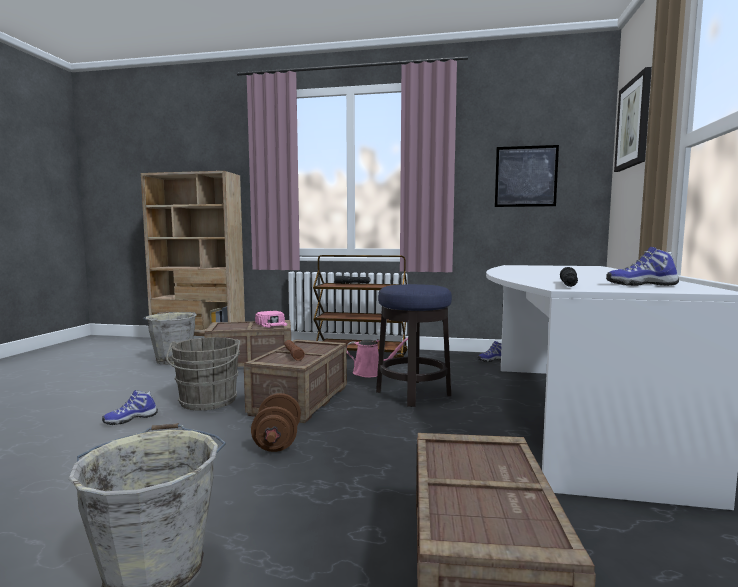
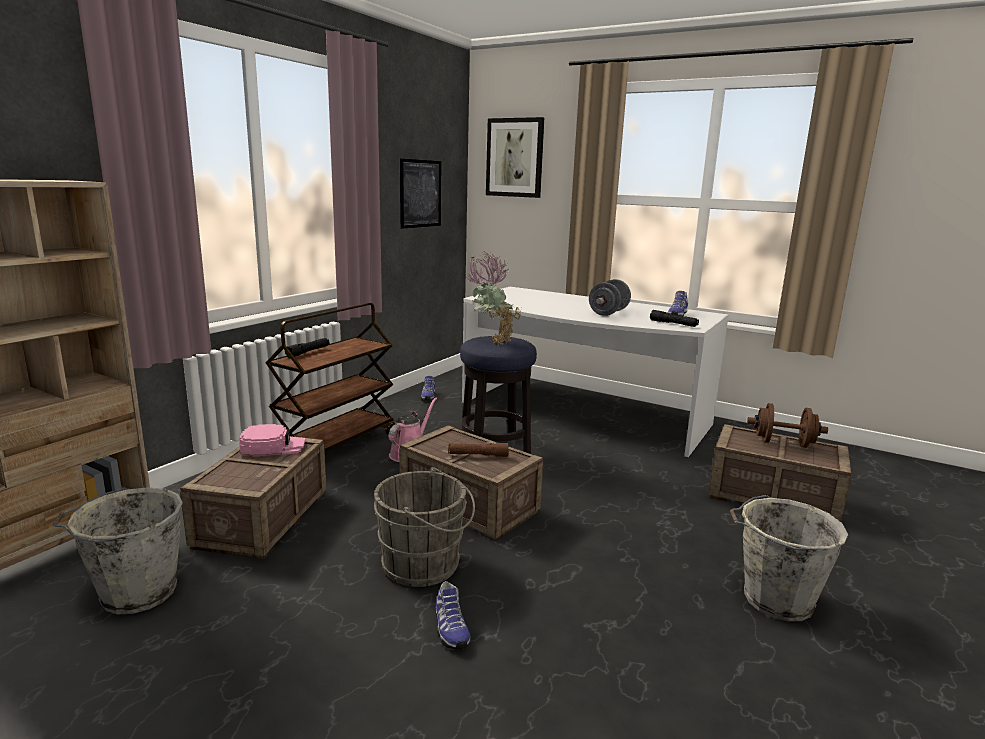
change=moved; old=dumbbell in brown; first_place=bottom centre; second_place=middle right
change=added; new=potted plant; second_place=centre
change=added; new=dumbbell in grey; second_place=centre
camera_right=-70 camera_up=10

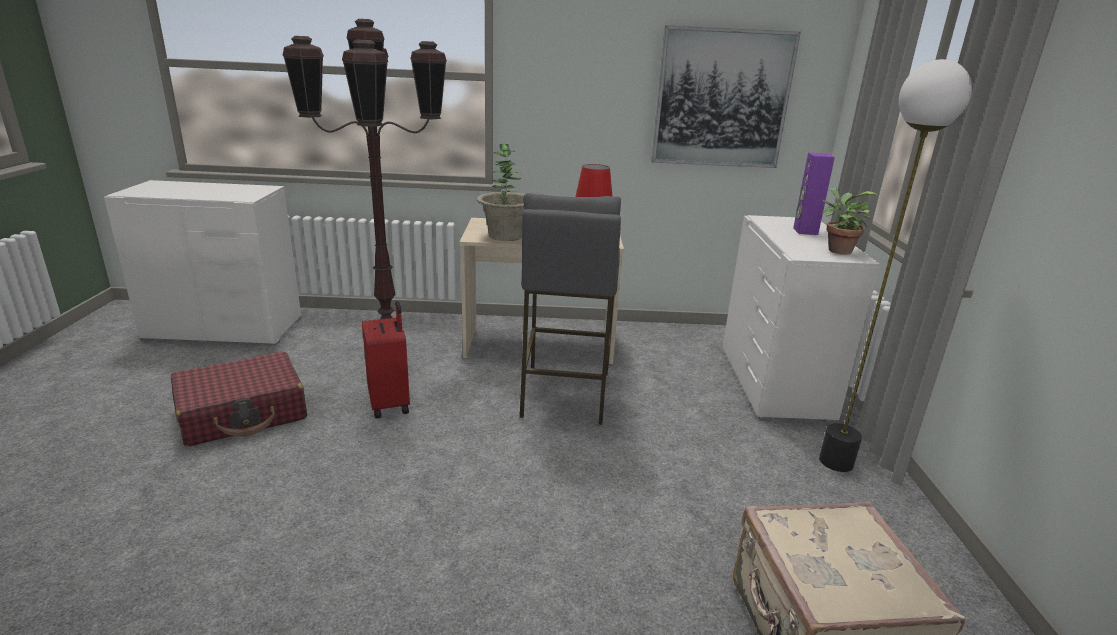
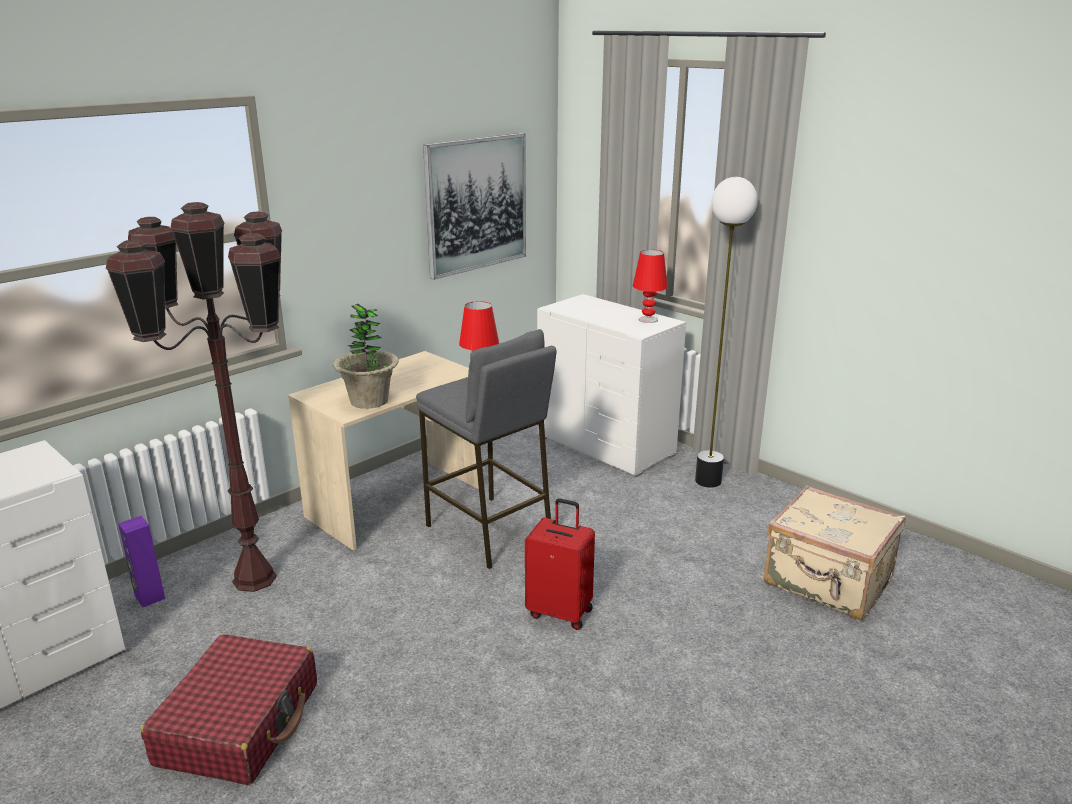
change=moved; old=speaker in purple; first_place=top right; second_place=bottom left
change=replaced; old=potted plant (2nd from left); new=table lamp in red (2nd from left); first_place=middle right; second_place=centre
change=moved; old=suitcase in red (2nd from left); first_place=centre; second_place=bottom centre
camera_right=-45 camera_up=0

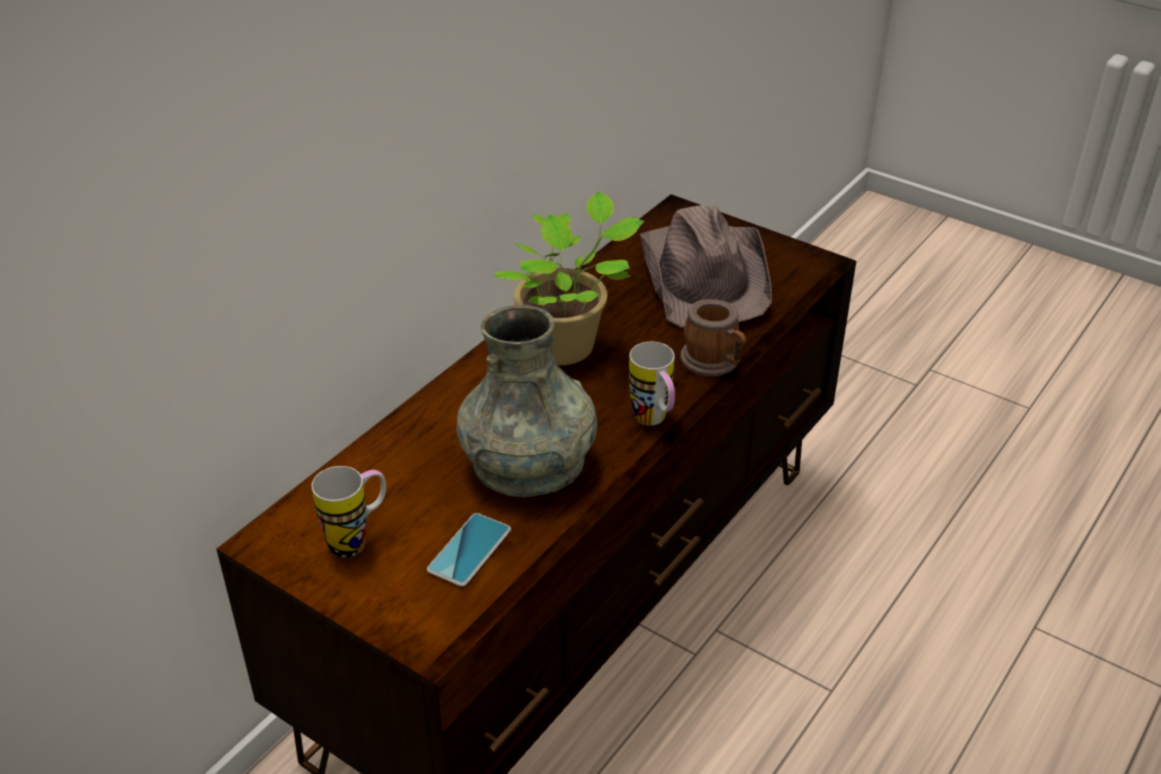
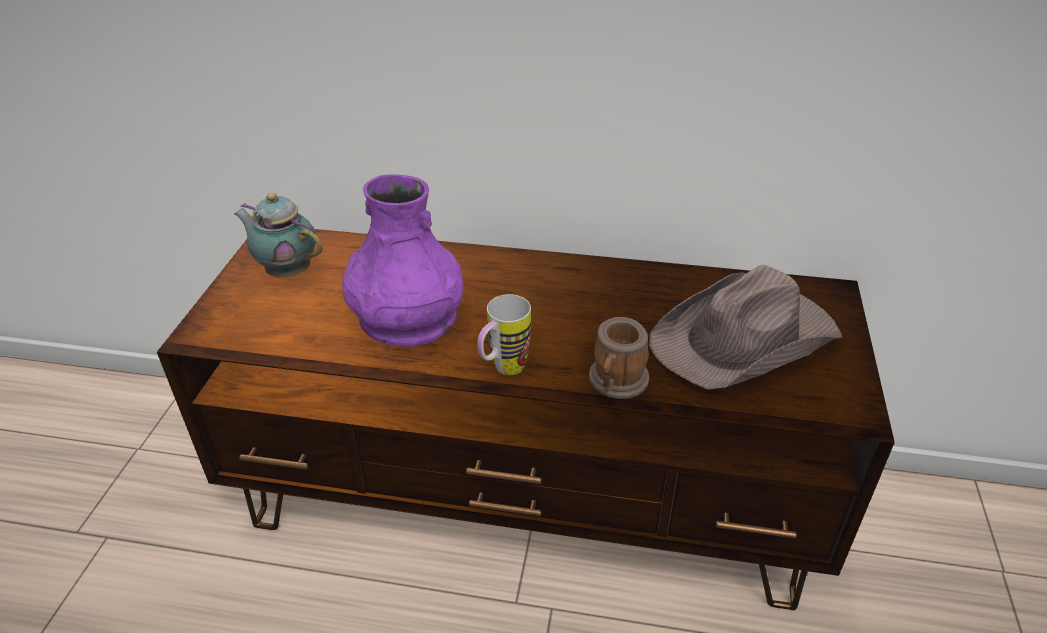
change=removed; old=potted plant; first_place=centre
change=recoloured; old=vase in grey; new=vase in purple; first_place=centre; second_place=centre
change=replaced; old=mug (1st from left); new=teapot; first_place=middle left; second_place=middle left
change=removed; old=phone; first_place=bottom centre
camera_right=65 camera_up=0

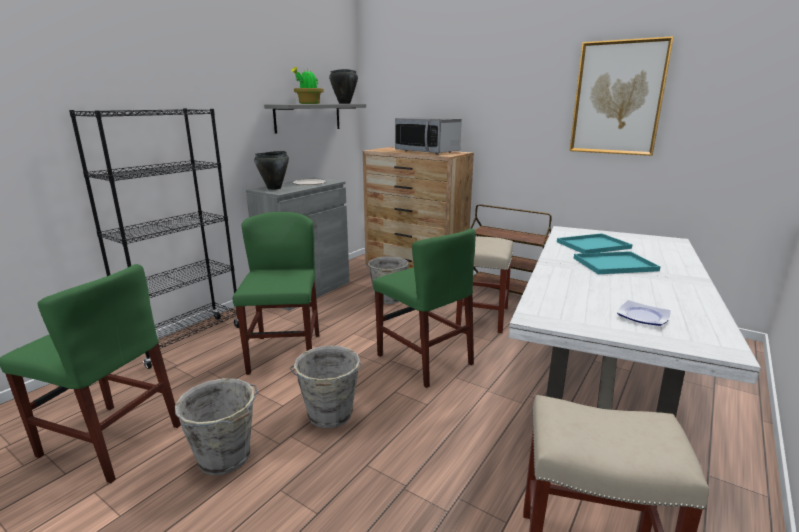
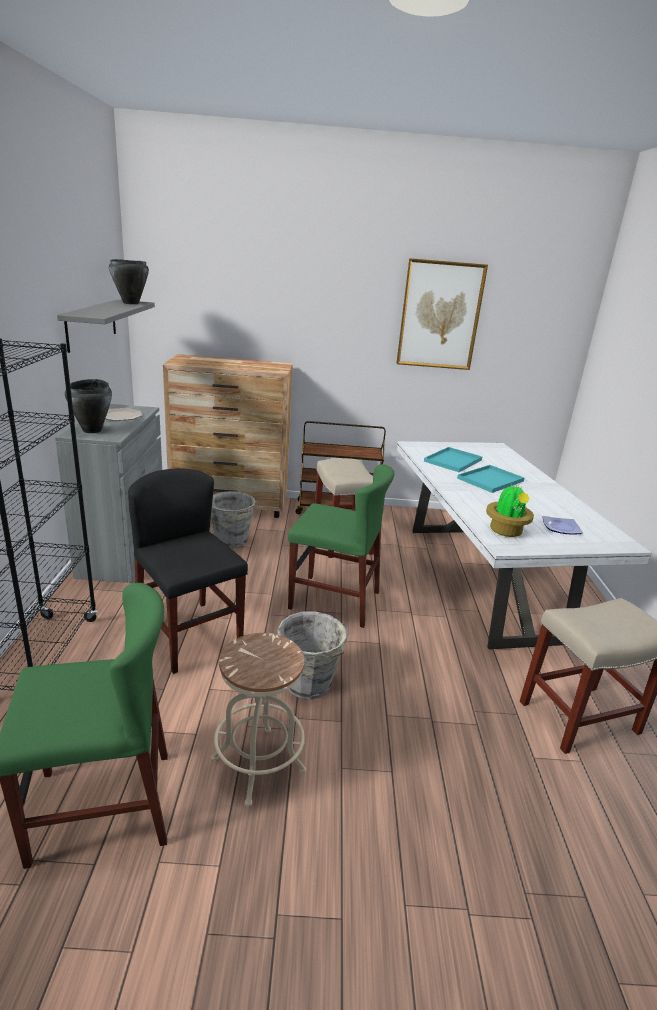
change=moved; old=potted plant; first_place=top centre; second_place=middle right
change=removed; old=microwave; first_place=top centre
change=recoloured; old=chair in green (2nd from left); new=chair in black; first_place=centre; second_place=middle left
change=replaced; old=bucket in grey (1st from left); new=stool in beige (1st from left); first_place=bottom left; second_place=bottom centre
camera_right=-35 camera_up=5

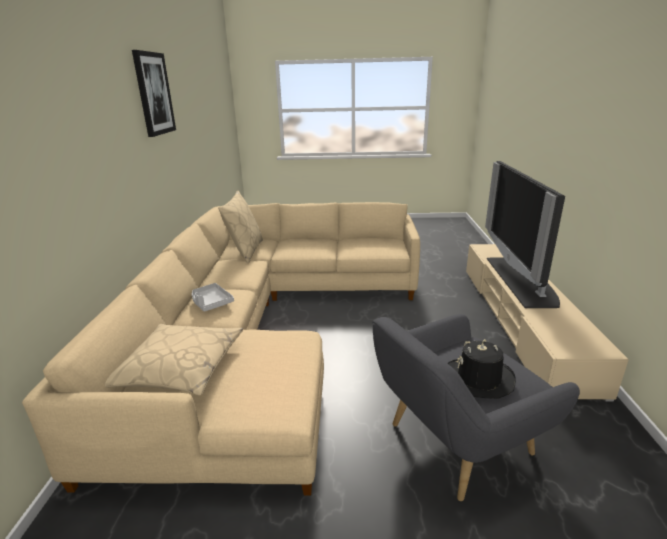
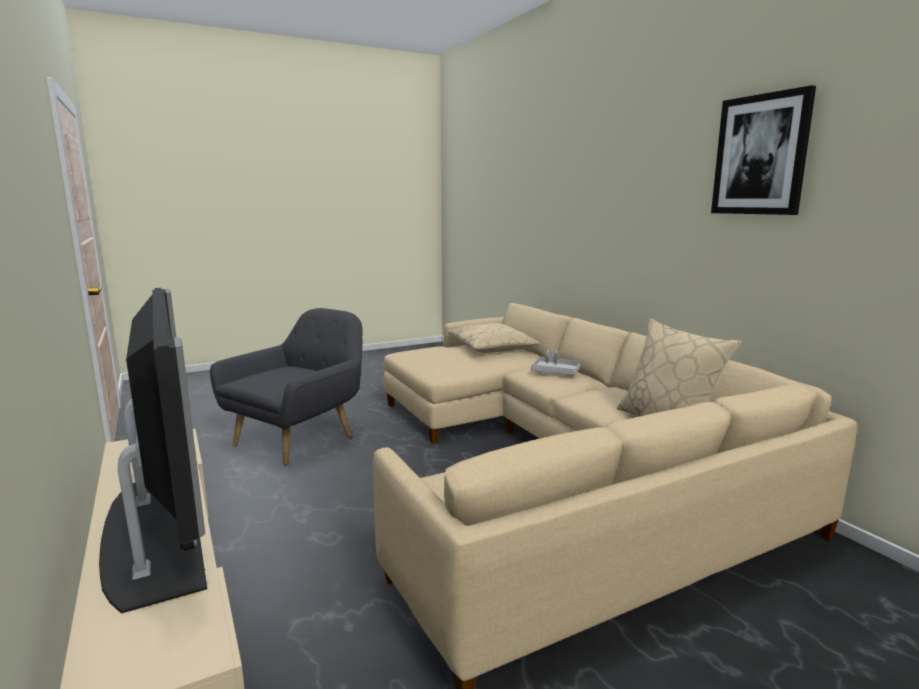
change=removed; old=hat in black; first_place=bottom right
camera_right=150 camera_up=-10

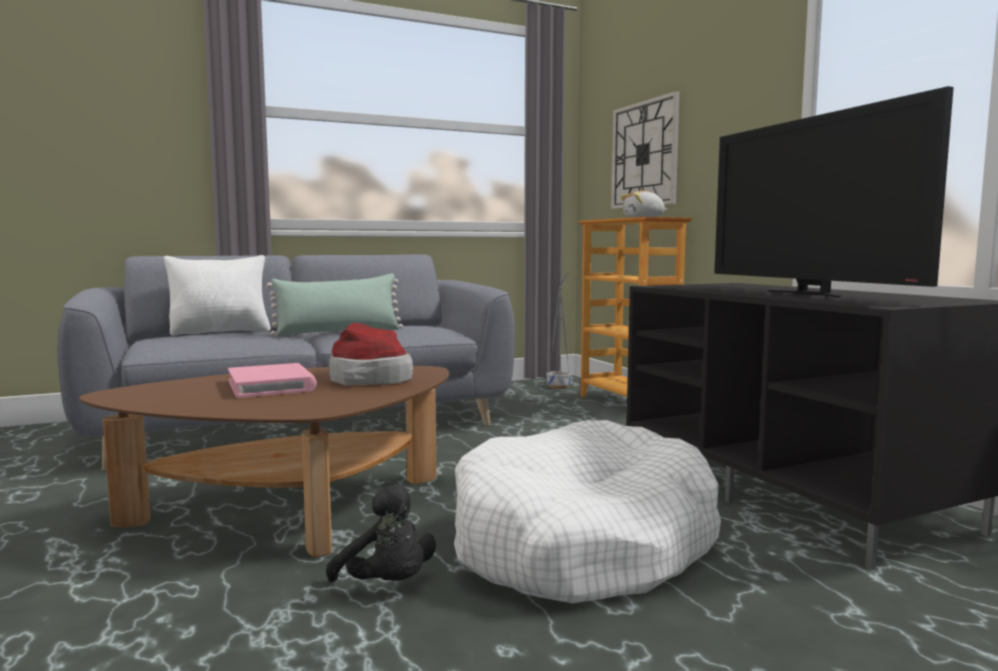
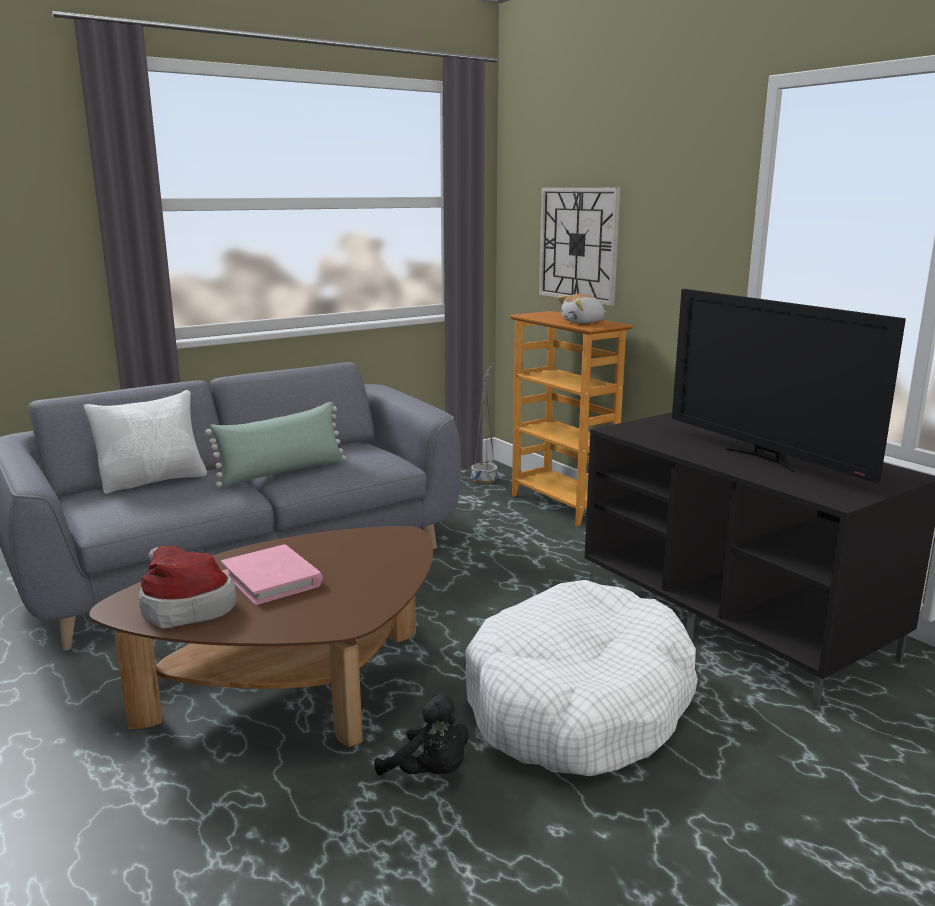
change=moved; old=hat; first_place=centre; second_place=middle left
camera_right=-10 camera_up=10

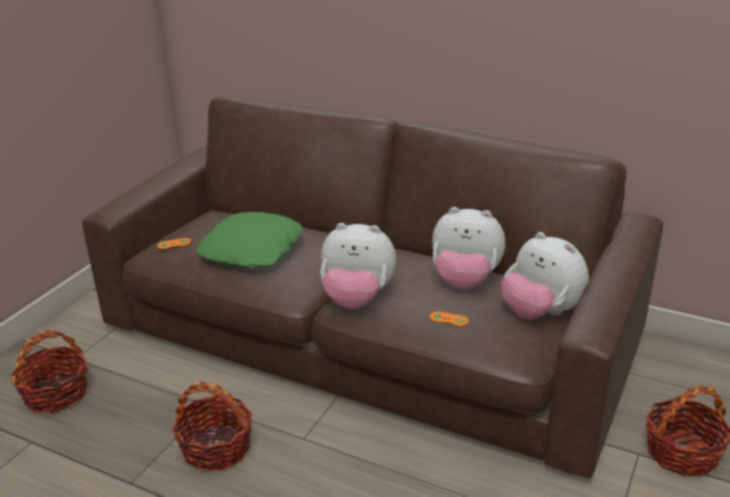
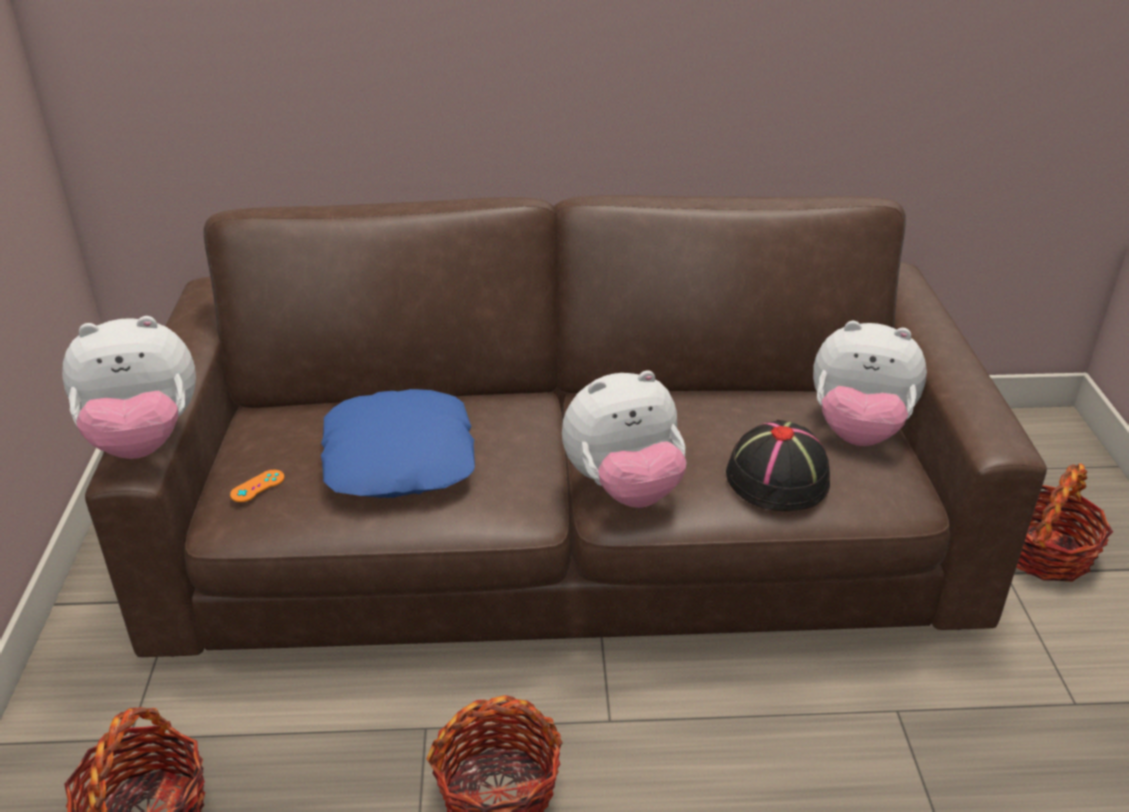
change=moved; old=plush toy (2nd from left in the first image); new=plush toy (1st from left); first_place=centre; second_place=middle left
change=recoloured; old=pillow in green; new=pillow in blue; first_place=centre; second_place=centre
change=replaced; old=game controller in orange (2nd from left); new=hat in black; first_place=centre; second_place=middle right
camera_right=-30 camera_up=5

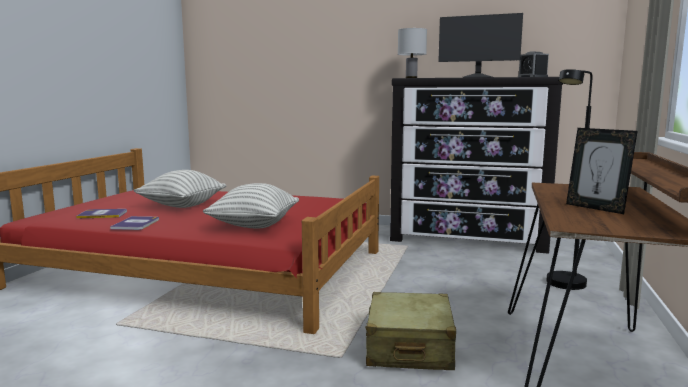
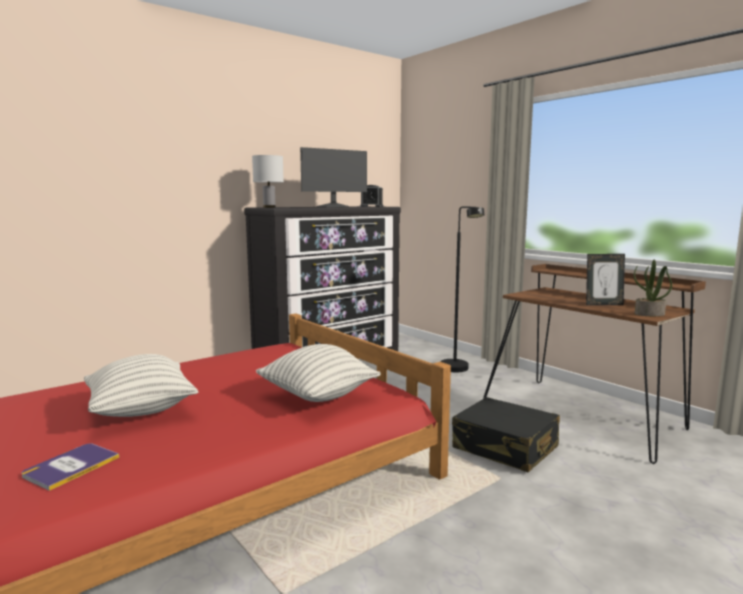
change=removed; old=book (2nd from left); first_place=middle left
change=recoloured; old=suitcase in beige; new=suitcase in black; first_place=bottom centre; second_place=bottom right
change=added; new=potted plant; second_place=middle right
camera_right=-55 camera_up=0

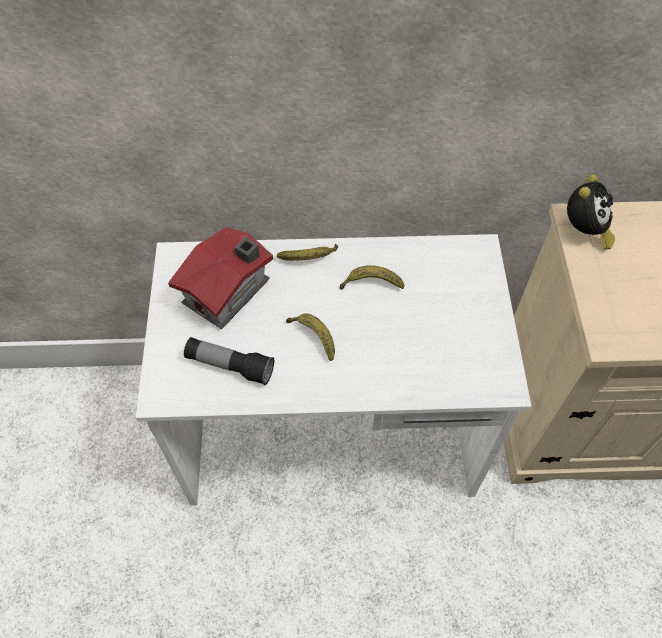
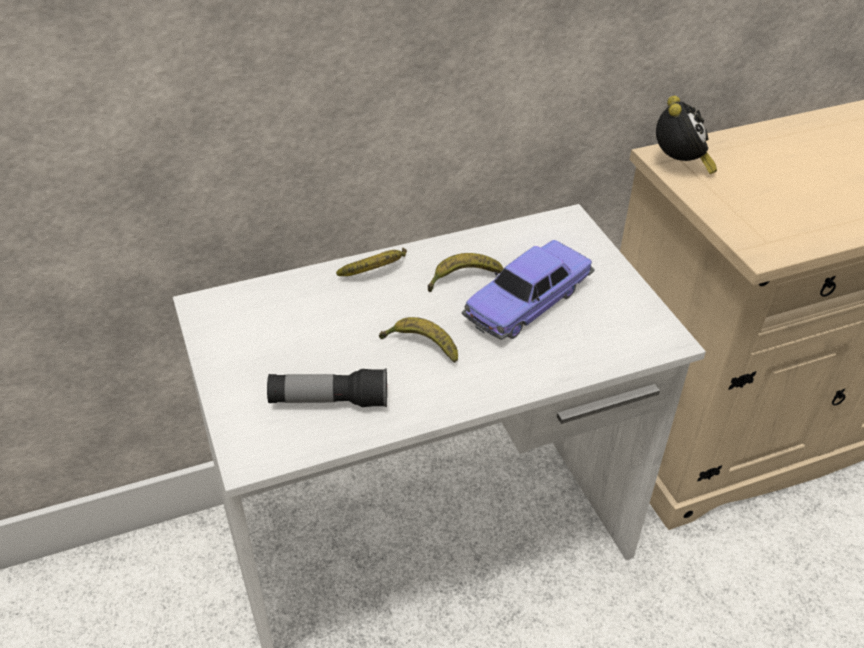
change=removed; old=toy house; first_place=middle left
change=added; new=toy car; second_place=centre
camera_right=-20 camera_up=-15

